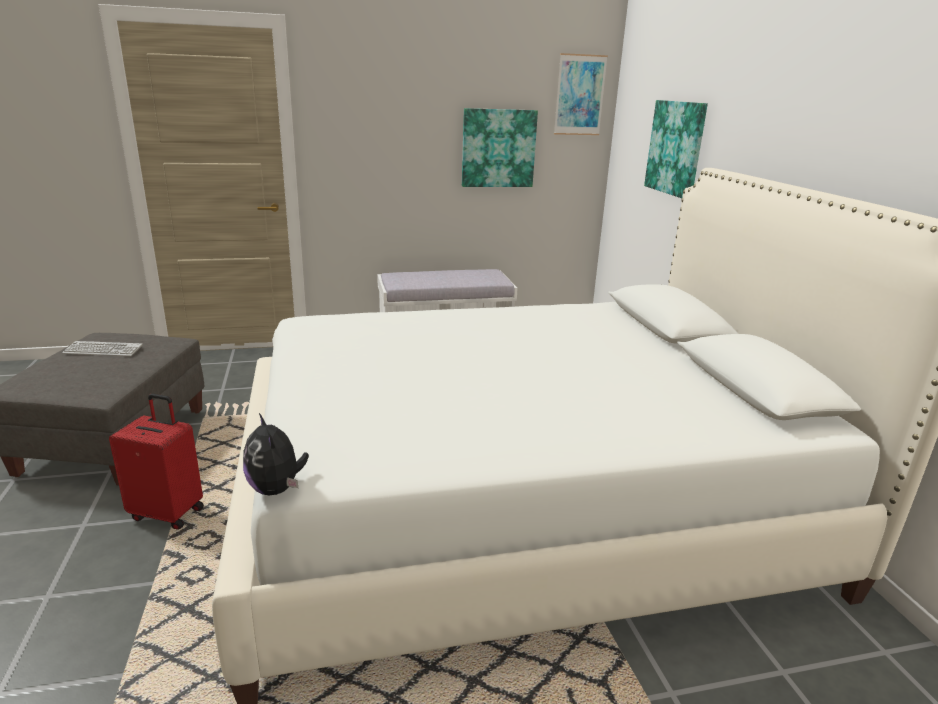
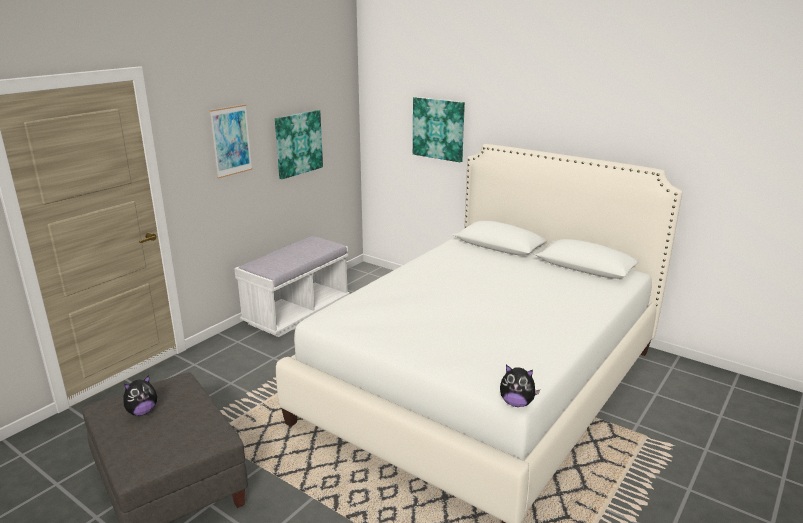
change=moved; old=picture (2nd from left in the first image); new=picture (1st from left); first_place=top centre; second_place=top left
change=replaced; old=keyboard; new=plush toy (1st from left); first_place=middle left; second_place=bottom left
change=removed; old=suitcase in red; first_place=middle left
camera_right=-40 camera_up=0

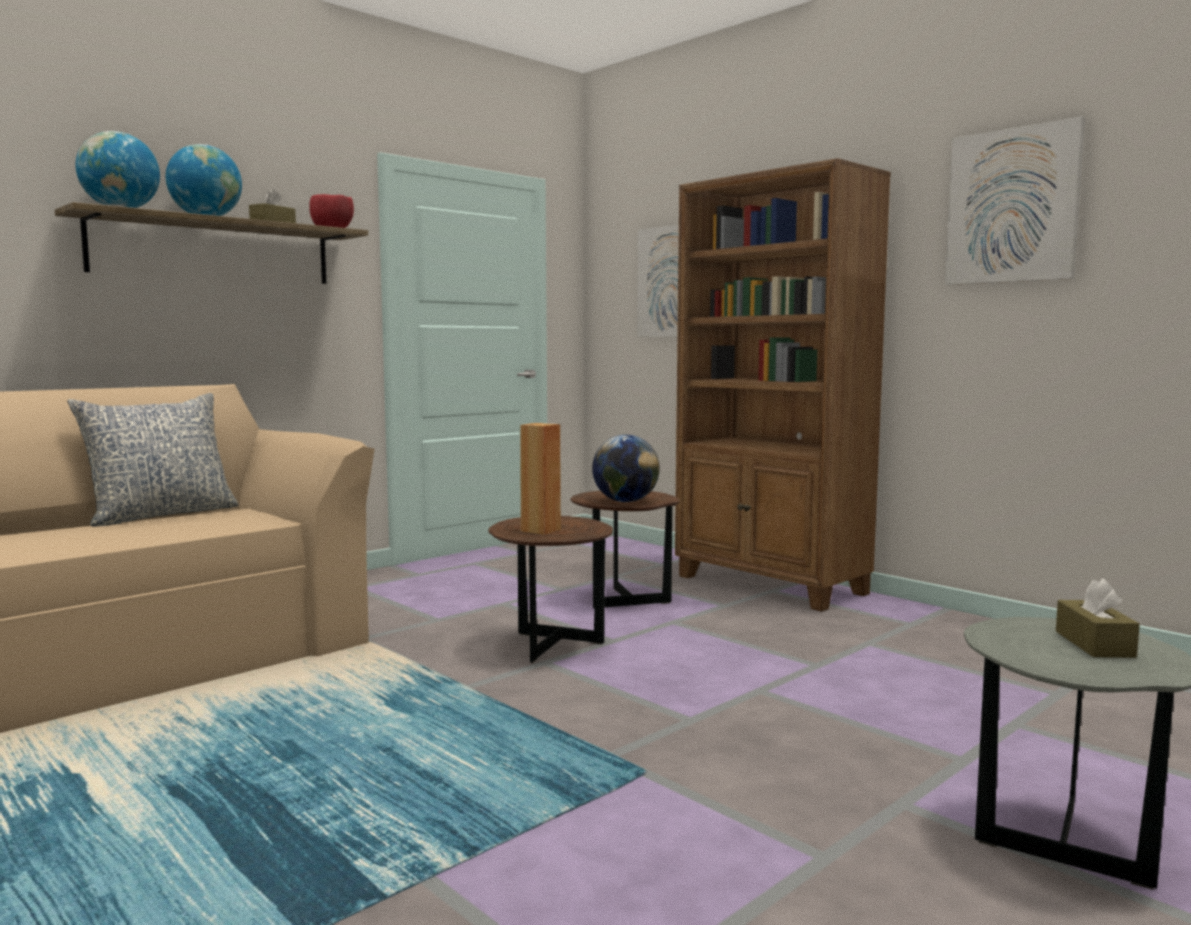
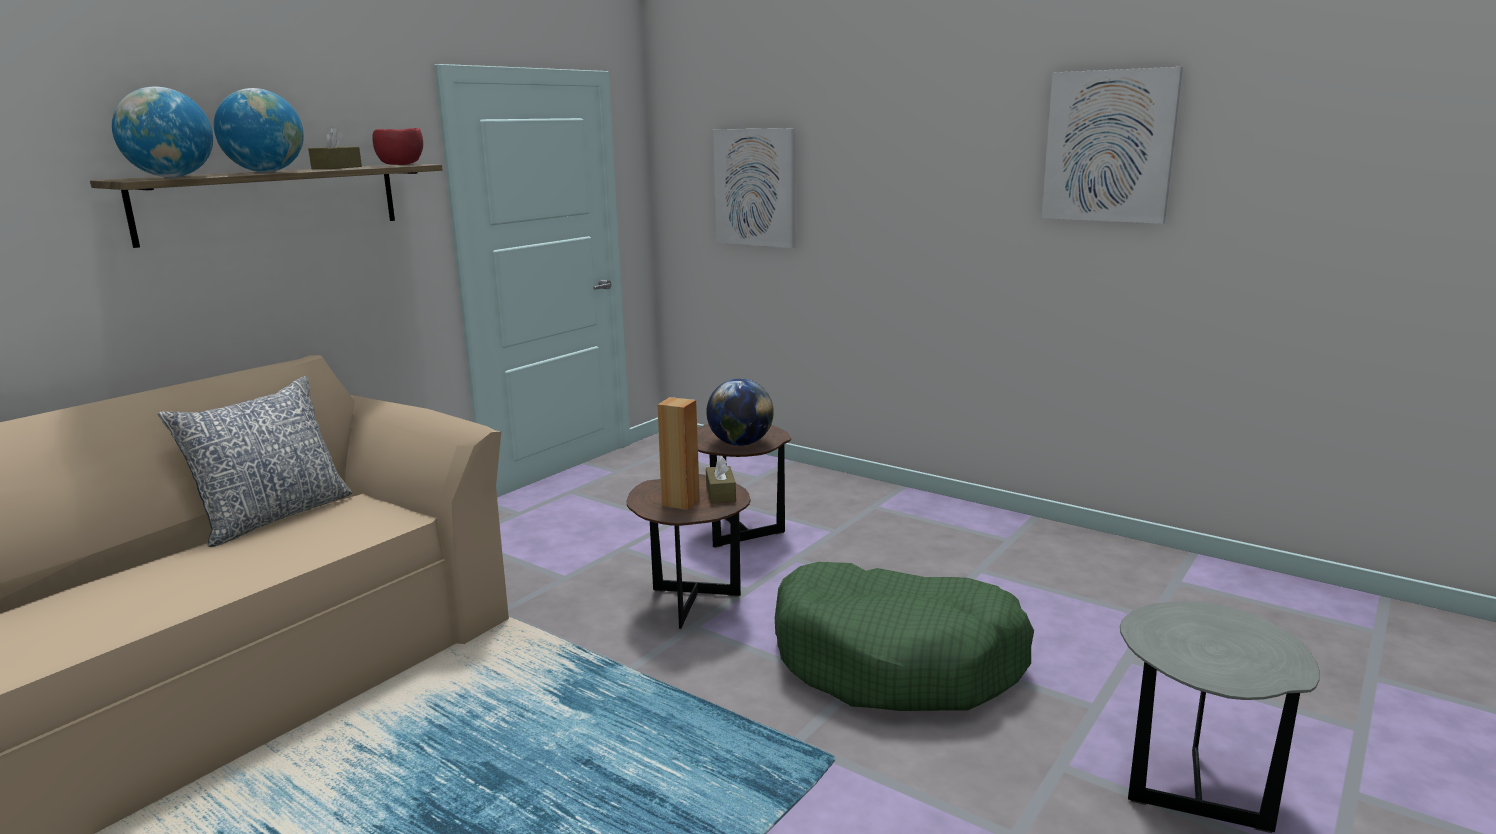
change=removed; old=bookcase in brown; first_place=centre
change=moved; old=tissue box in brown (2nd from left); first_place=bottom right; second_place=centre
change=added; new=dog bed in green; second_place=bottom centre
camera_right=-10 camera_up=10

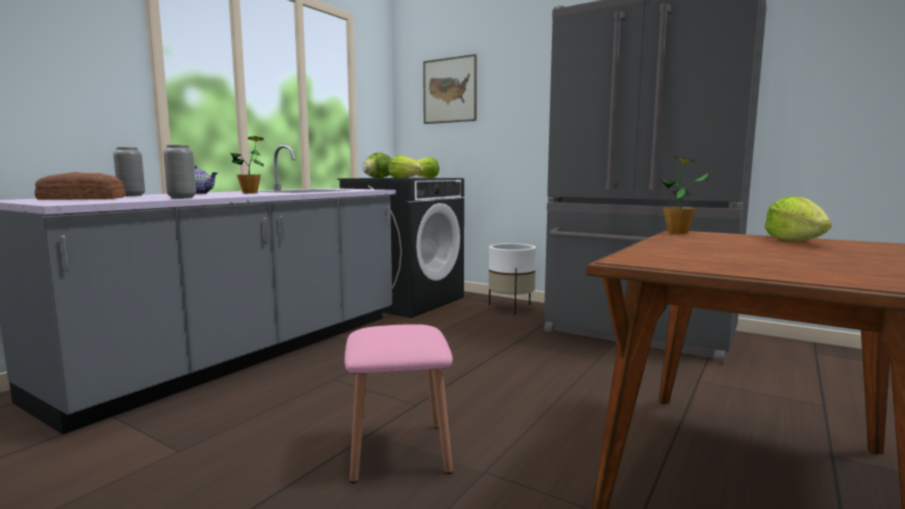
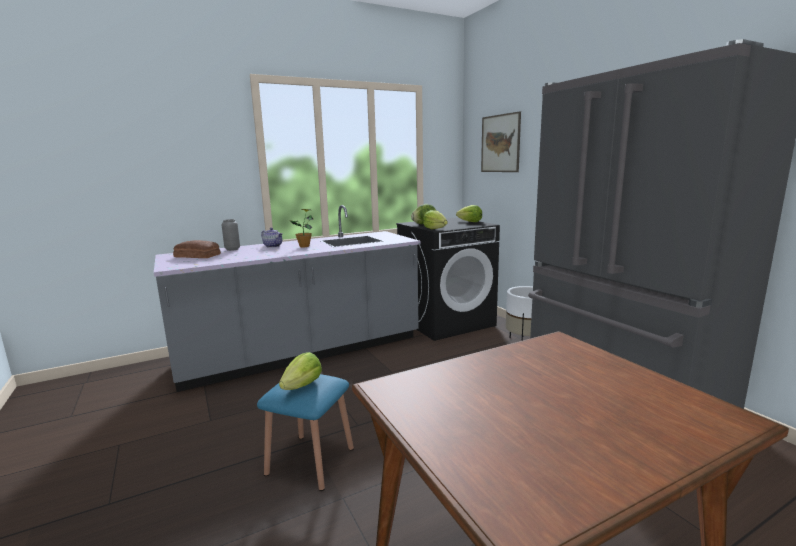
change=removed; old=vase in grey (2nd from left); first_place=middle left
change=removed; old=potted plant (2nd from left); first_place=middle right
change=moved; old=lettuce (4th from left in the first image); new=lettuce (1st from left); first_place=middle right; second_place=bottom centre
change=recoloured; old=stool in pink; new=stool in blue; first_place=bottom centre; second_place=bottom centre
camera_right=30 camera_up=5

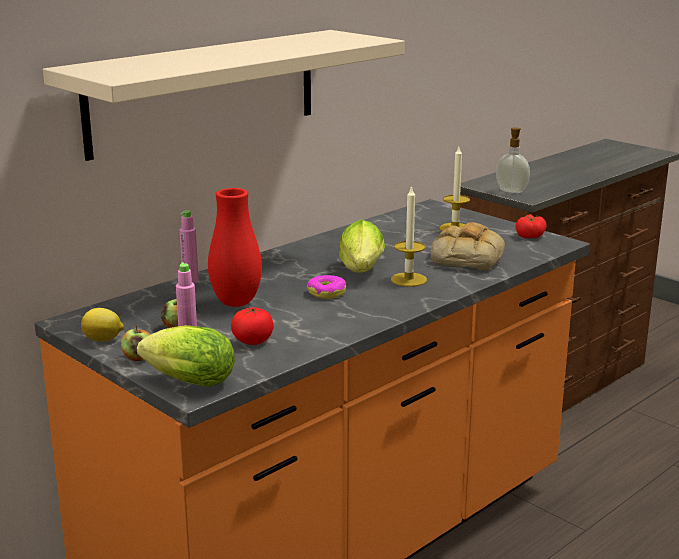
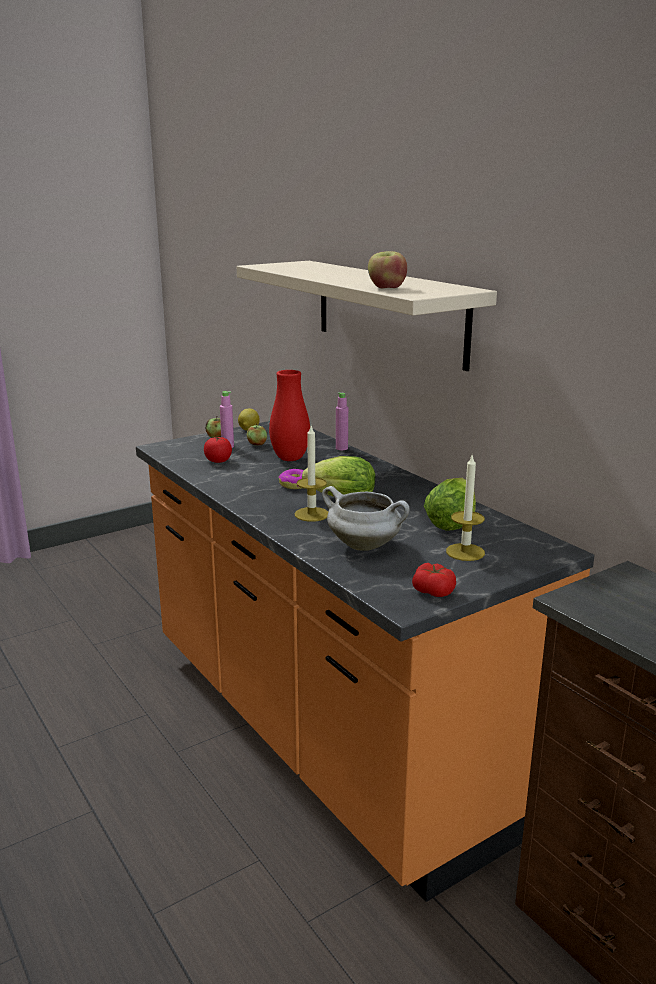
change=removed; old=soap dispenser; first_place=top right
change=replaced; old=bread; new=cooking pot in white; first_place=middle right; second_place=centre
change=moved; old=lettuce (1st from left in the first image); new=lettuce (2nd from left); first_place=middle left; second_place=middle right
change=added; new=apple (3rd from left); second_place=top centre
camera_right=100 camera_up=0

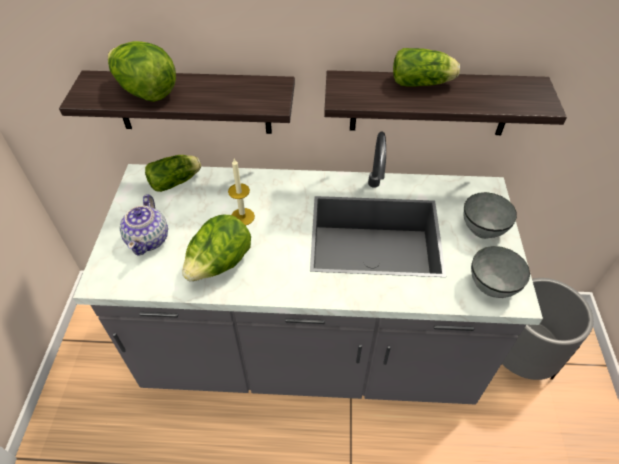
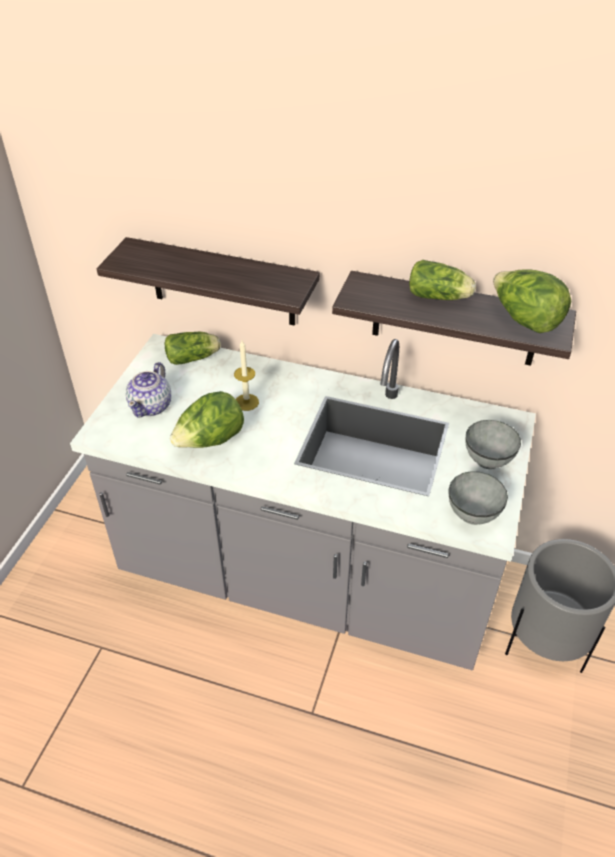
change=moved; old=lettuce (1st from left in the first image); new=lettuce (4th from left); first_place=top left; second_place=middle right
camera_right=15 camera_up=-5

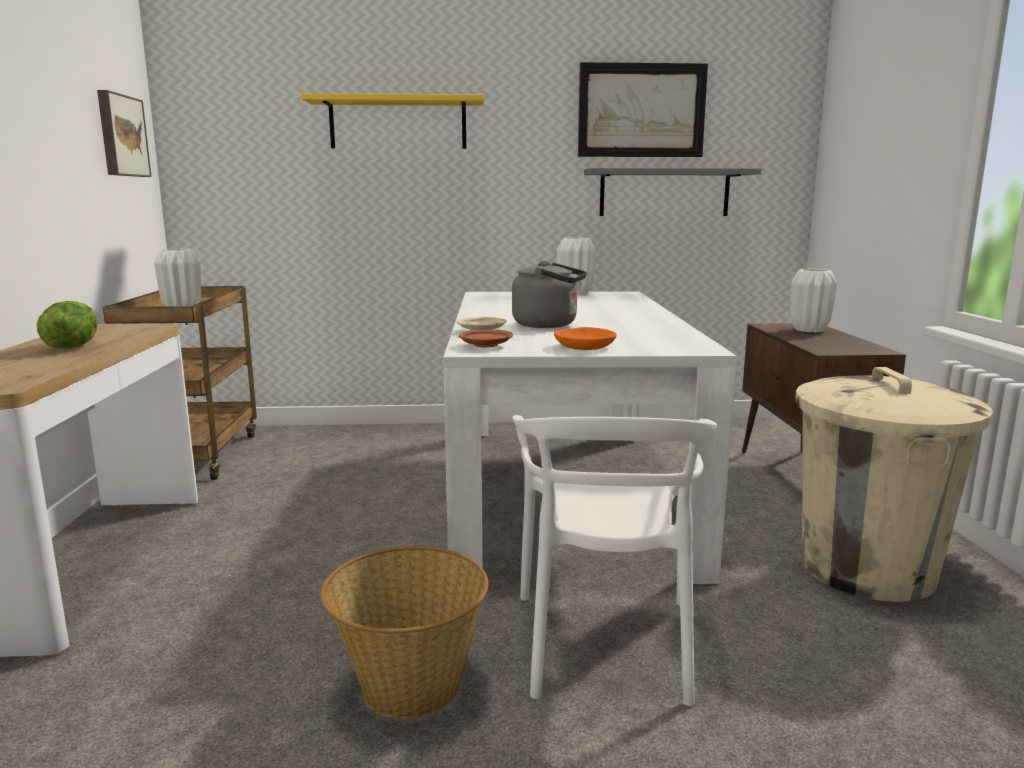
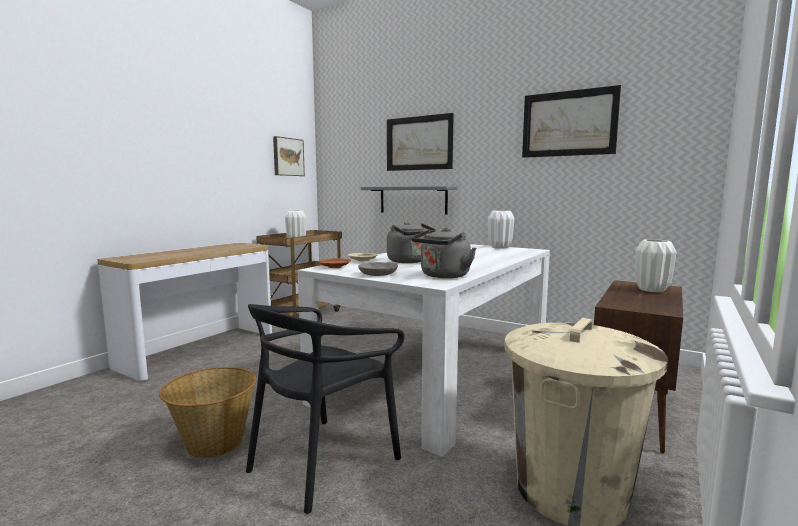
change=replaced; old=shelf in yellow; new=picture (2nd from left); first_place=top centre; second_place=top centre
change=moved; old=shelf in grey; first_place=top centre; second_place=centre
change=removed; old=lettuce; first_place=middle left
change=recoloured; old=bowl in orange; new=bowl in grey; first_place=centre; second_place=centre
change=recoloured; old=chair in white; new=chair in black; first_place=bottom centre; second_place=bottom centre
change=added; new=kettle in grey (2nd from left); second_place=centre
camera_right=35 camera_up=-5

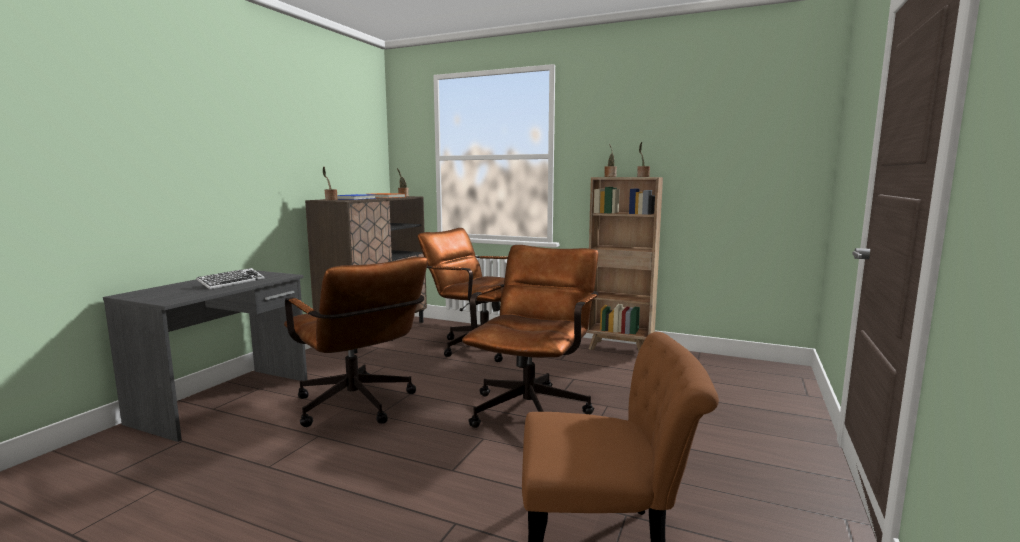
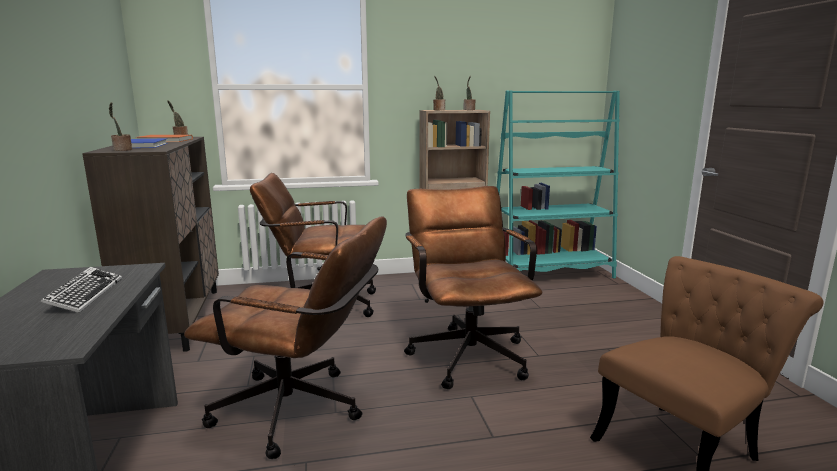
change=added; new=bookcase in turquoise; second_place=middle right
camera_right=-35 camera_up=5

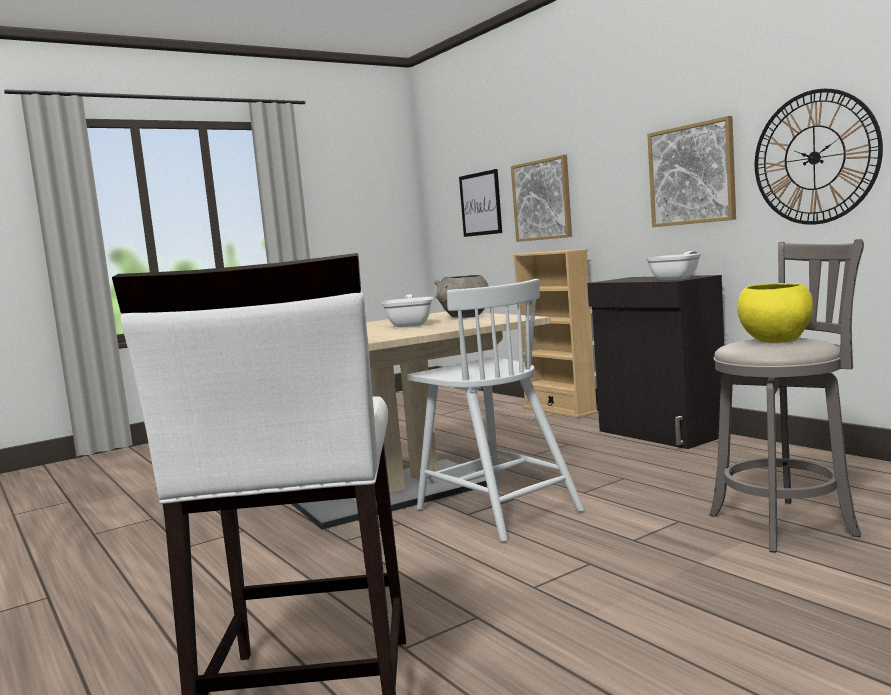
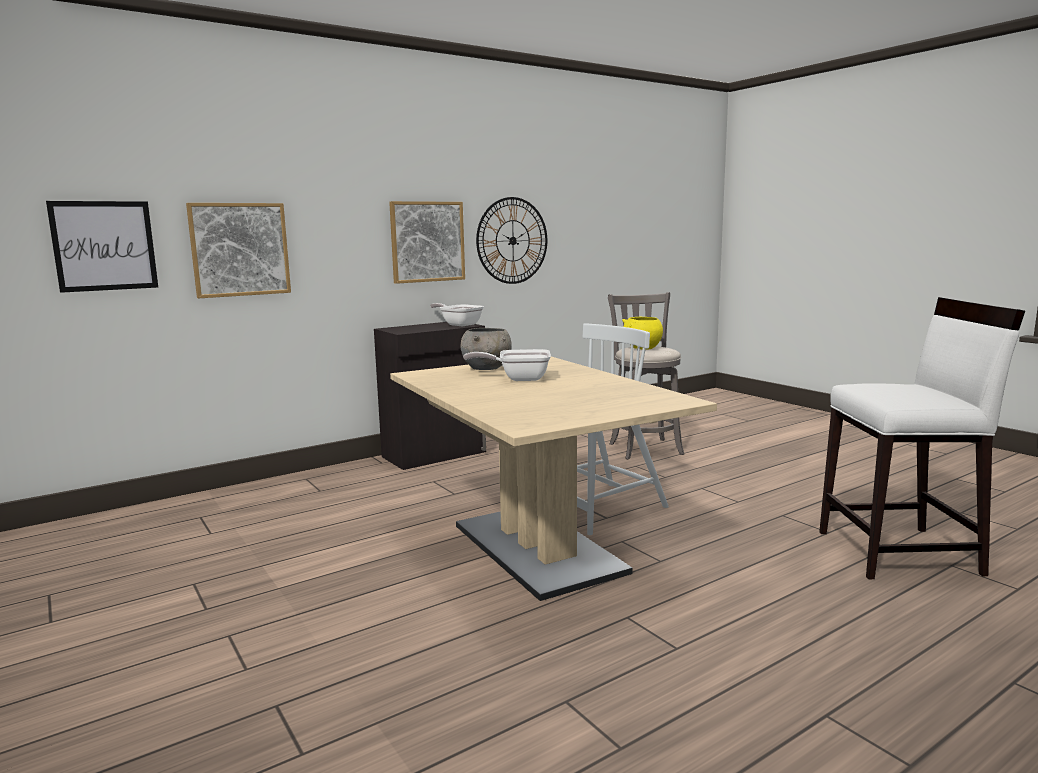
change=removed; old=bookcase in beige; first_place=centre
camera_right=-90 camera_up=5

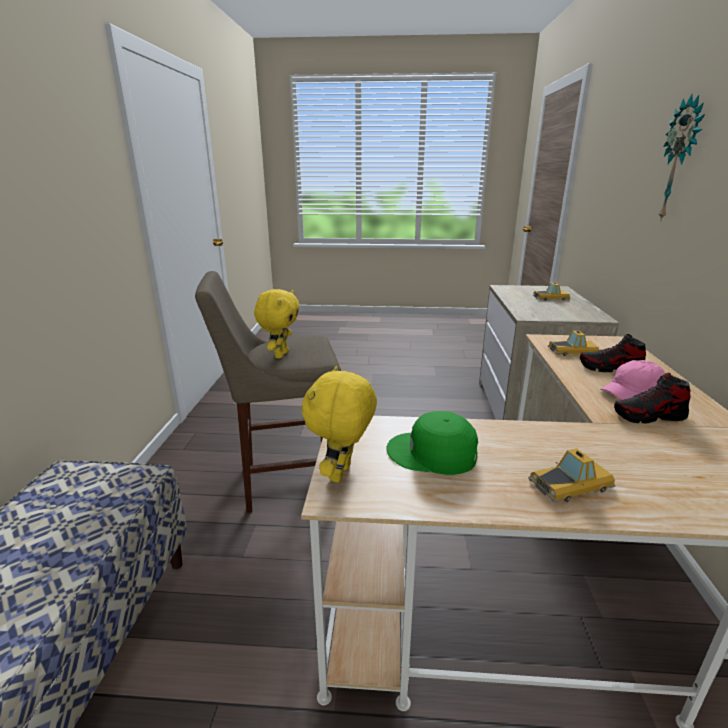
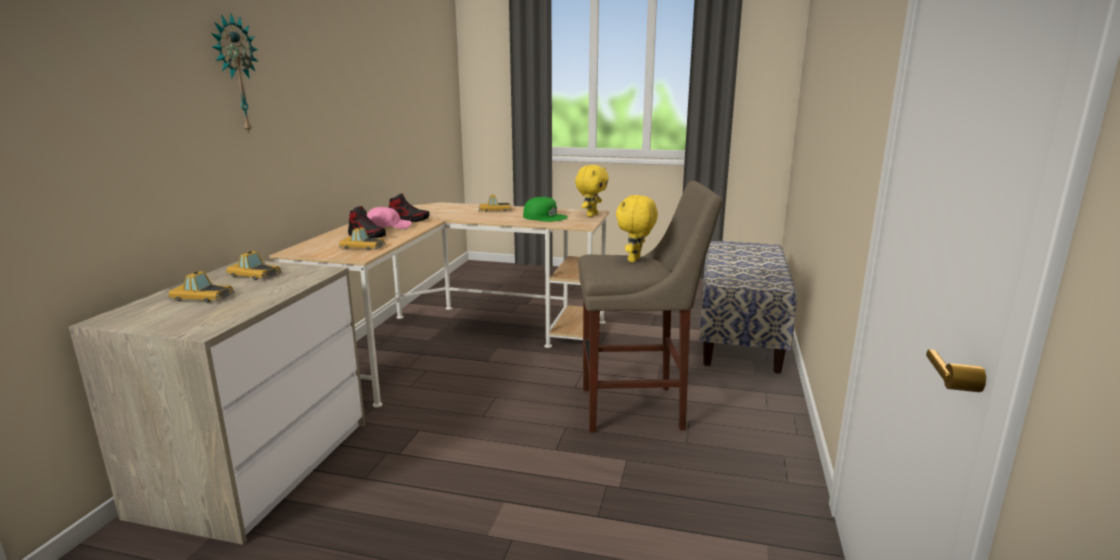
change=added; new=toy car (2nd from left); second_place=middle left
camera_right=-170 camera_up=-5

